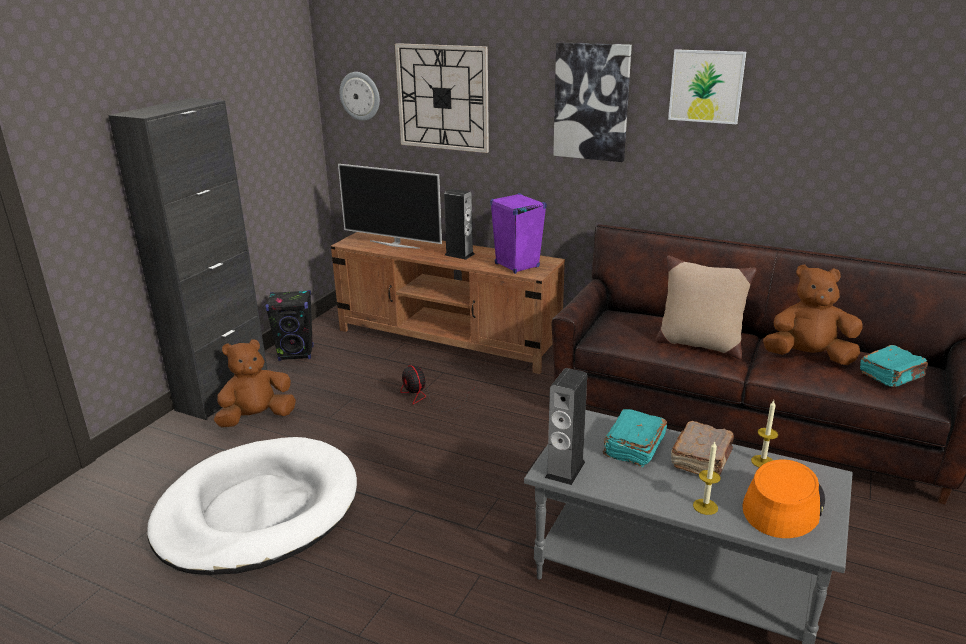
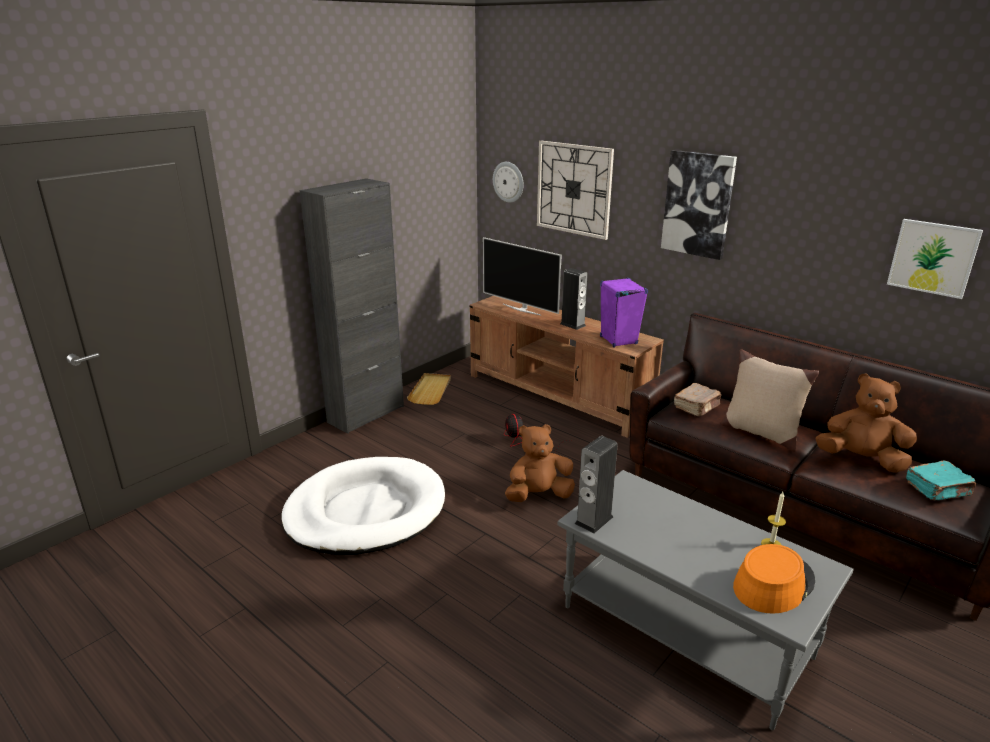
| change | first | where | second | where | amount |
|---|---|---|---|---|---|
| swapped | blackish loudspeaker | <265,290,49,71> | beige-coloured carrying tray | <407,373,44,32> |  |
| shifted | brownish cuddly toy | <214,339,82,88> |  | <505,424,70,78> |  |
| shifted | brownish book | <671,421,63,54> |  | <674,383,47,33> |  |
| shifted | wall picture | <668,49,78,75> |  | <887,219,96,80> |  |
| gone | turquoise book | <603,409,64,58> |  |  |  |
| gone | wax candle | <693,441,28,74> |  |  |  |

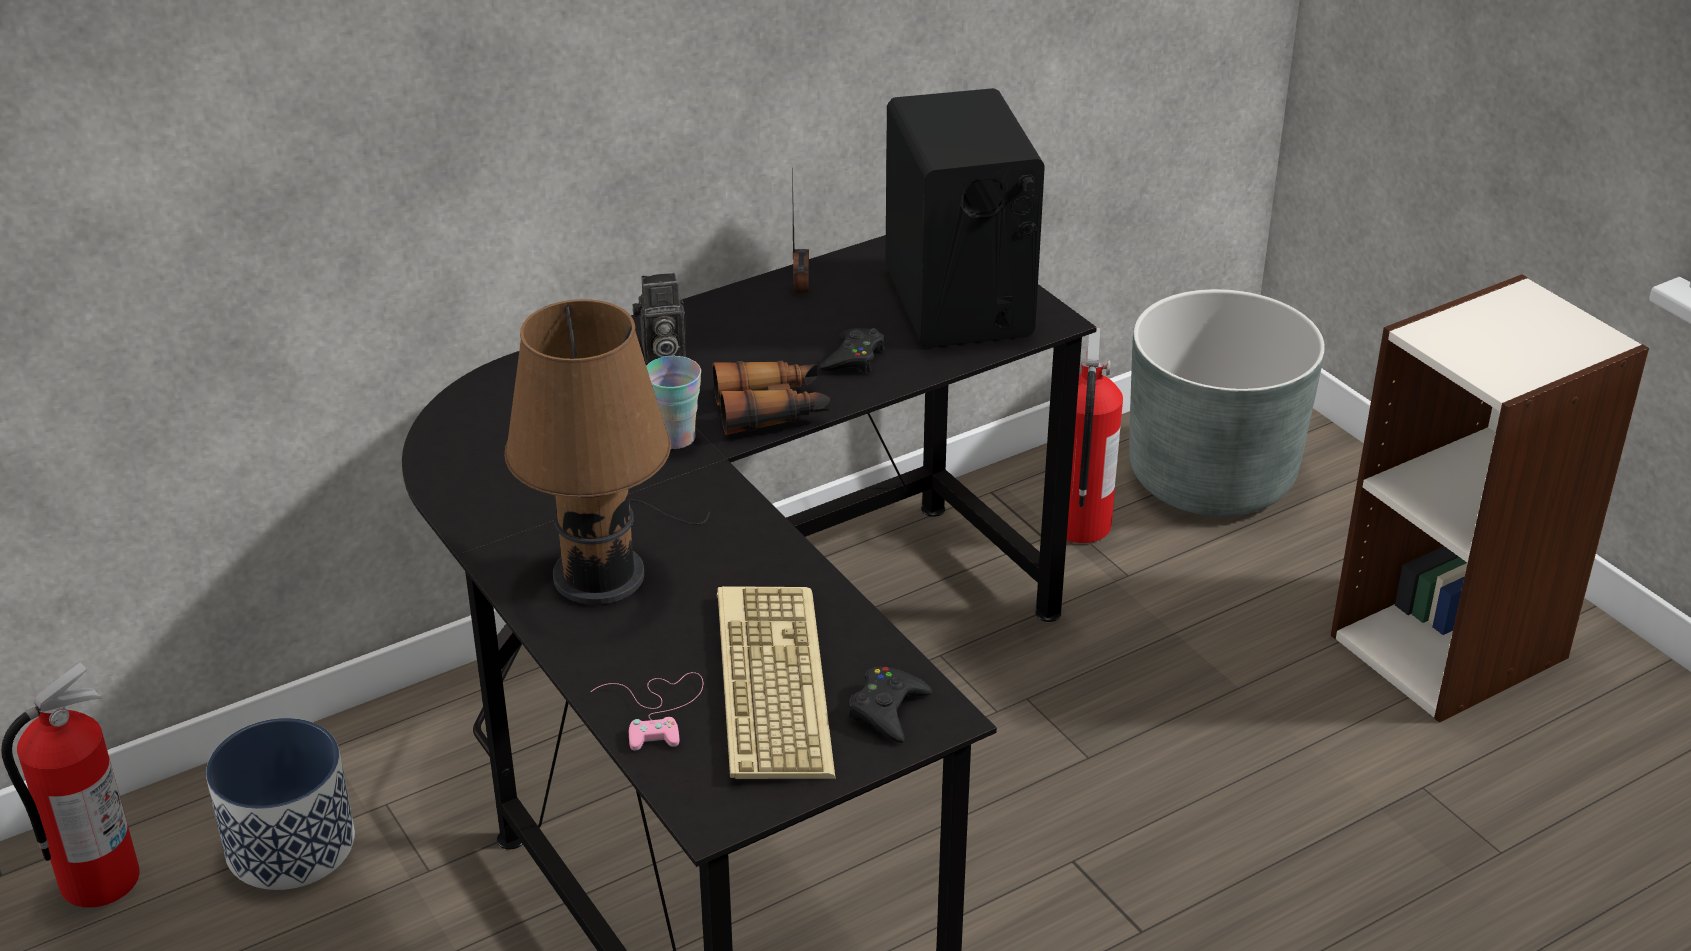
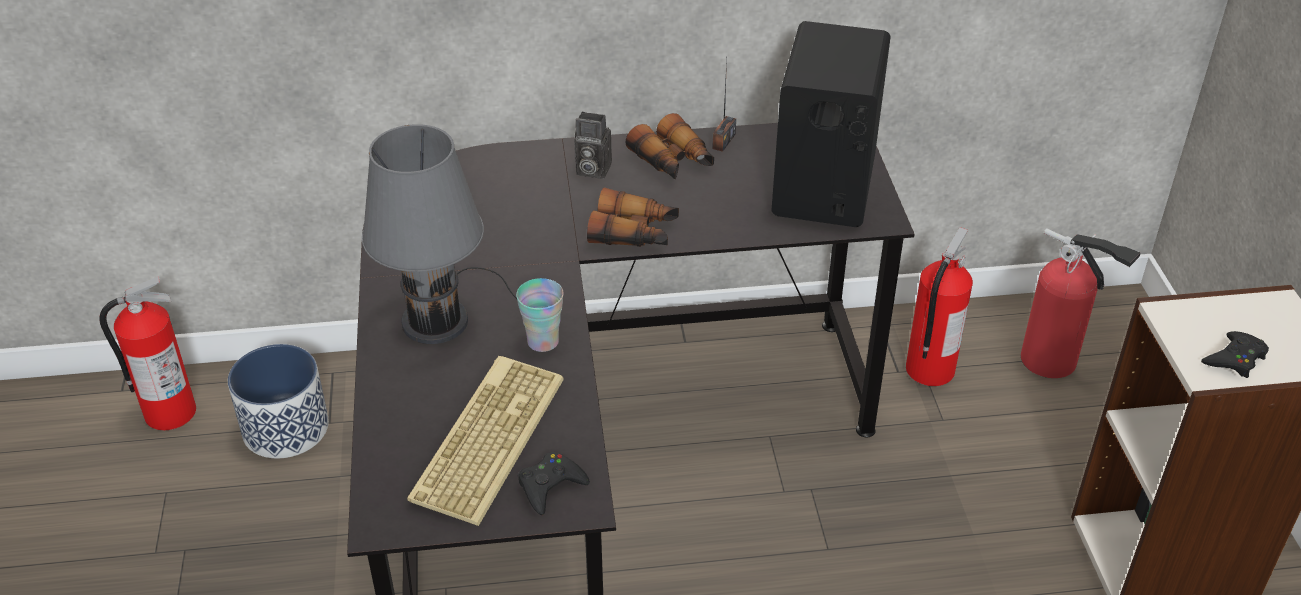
| change | first | where | second | where | amount |
|---|---|---|---|---|---|
| repainted | brownish tabletop lamp | <504,299,206,306> | gray tabletop lamp | <362,124,155,220> |  |
| shifted | small cup | <646,356,55,93> |  | <516,278,47,74> |  |
| new |  |  | binoculars | <626,113,88,67> |  |
| swapped | gray planter | <1129,289,196,227> | fire-fighting cylinder | <1021,228,120,150> |  |
| shifted | blackish joypad | <819,328,66,44> |  | <1201,331,68,47> |  |
| gone | pinkish joypad | <591,672,112,79> |  |  |  |

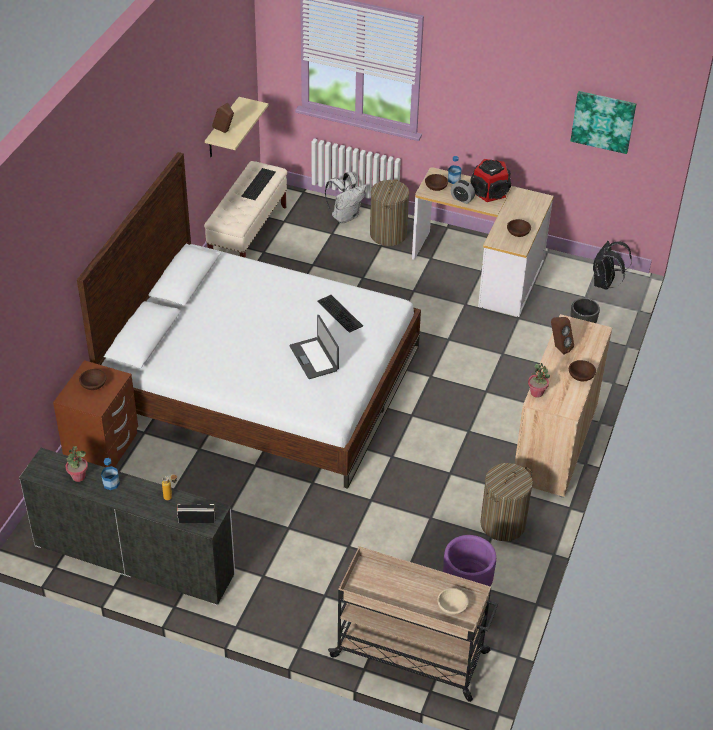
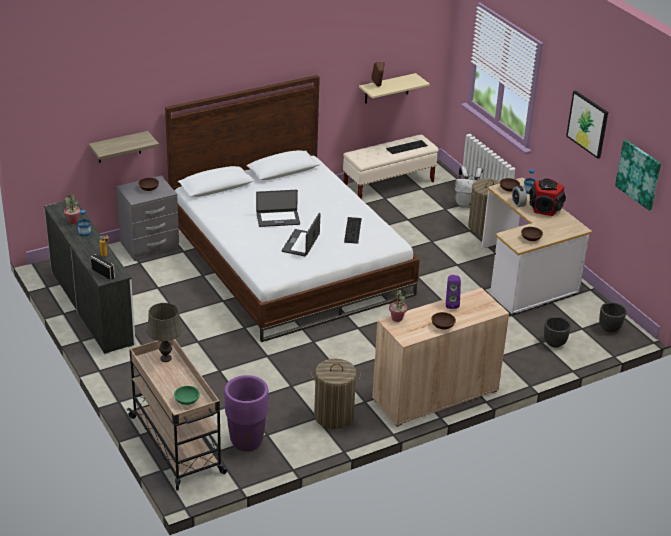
| change | first | where | second | where | amount |
|---|---|---|---|---|---|
| new |  |  | wall shelf | <89,131,70,32> |  |
| repainted | brownish nightstand | <53,360,85,107> | gray nightstand | <117,176,62,85> |  |
| new |  |  | gray tabletop lamp | <146,303,37,59> |  |
| repainted | beige-coloured serving bowl | <437,588,32,27> | greenish serving bowl | <174,386,26,19> |  |
| new |  |  | portable computer | <256,190,44,37> |  |
| repainted | brownish loudspeaker | <551,317,23,38> | purple-coloured loudspeaker | <446,275,15,34> |  |
| new |  |  | wall picture | <566,91,42,68> |  |
| swapped | blackish backpack | <593,241,39,49> | blackish planter | <599,302,27,31> |  |

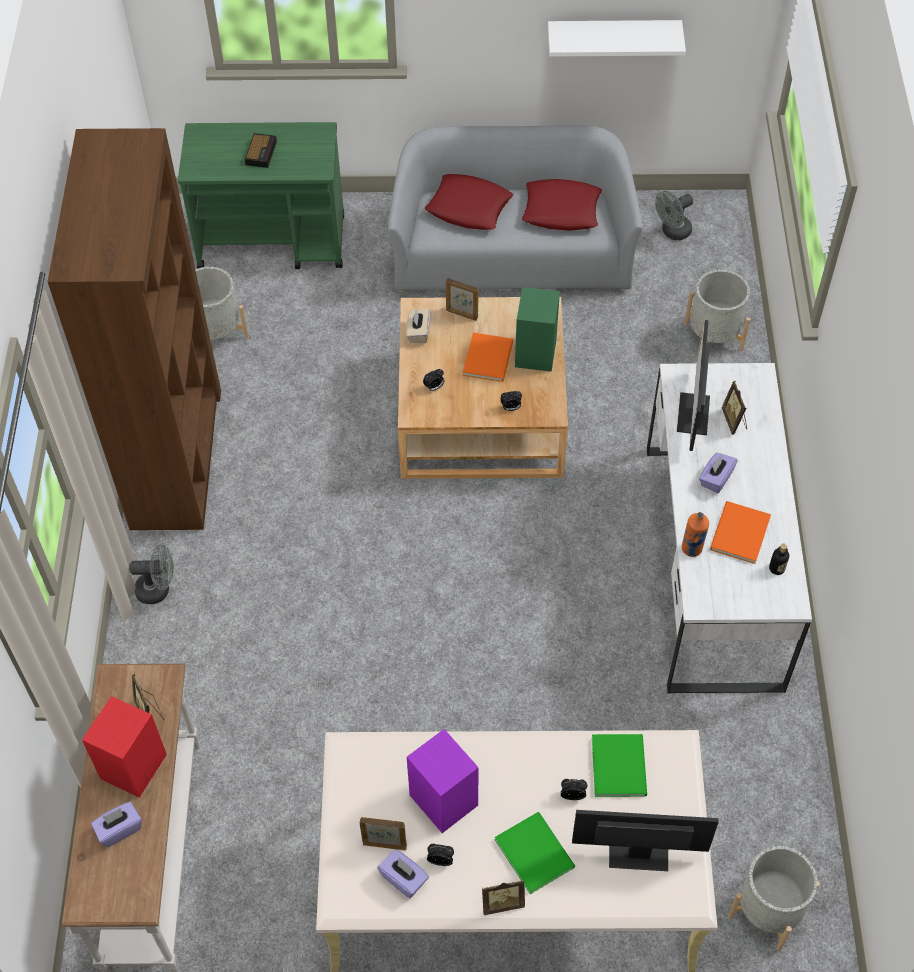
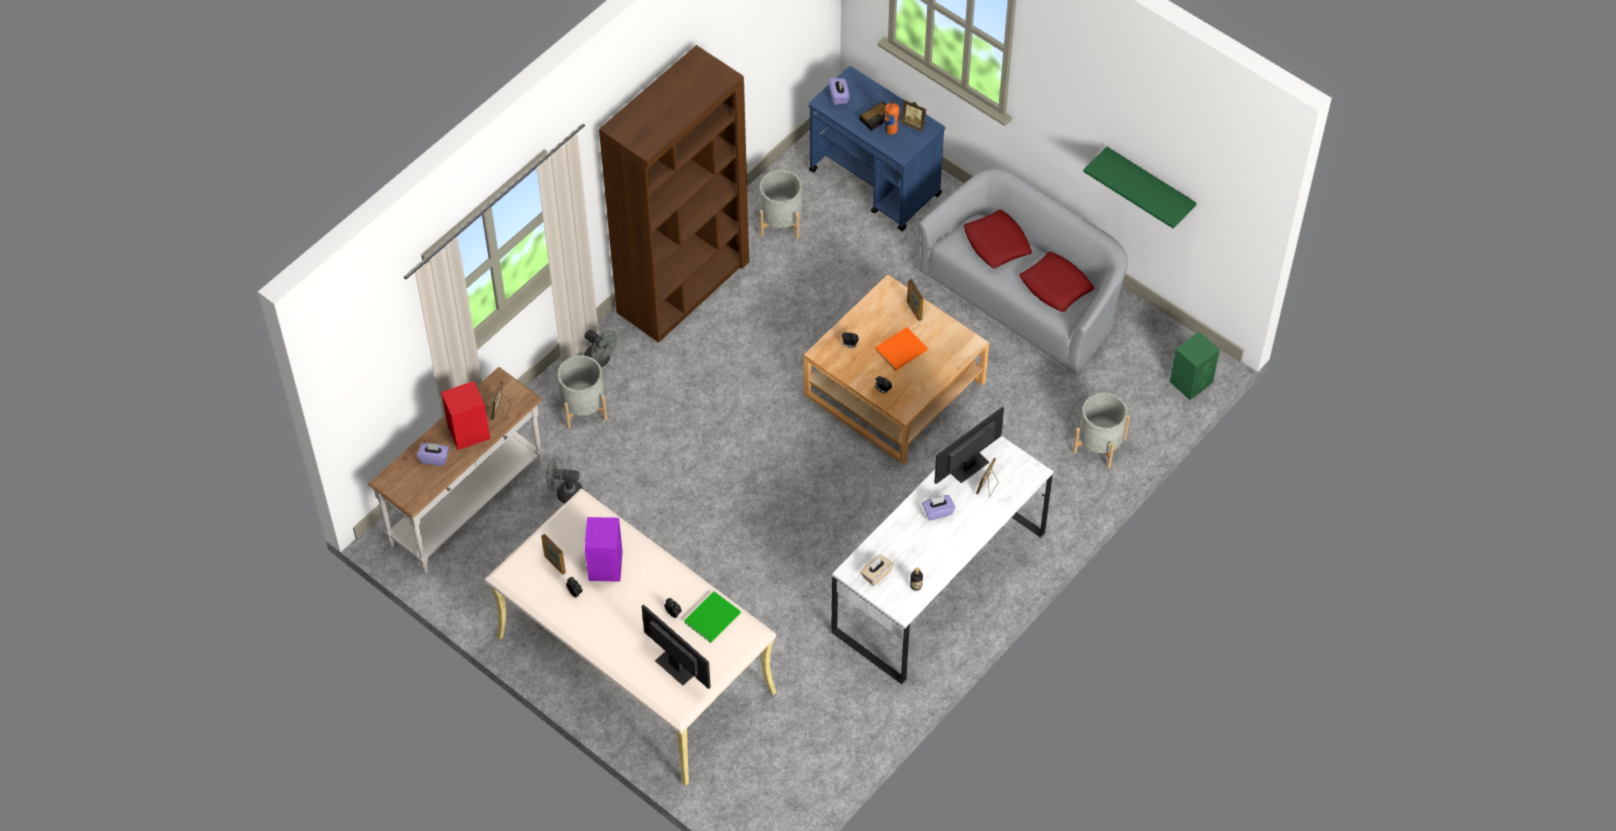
| change | first | where | second | where | amount |
|---|---|---|---|---|---|
| shifted | gray cooling fan | <655,191,38,49> |  | <546,456,37,47> |  |
| shifted | gray planter | <728,846,92,105> |  | <557,355,50,73> |  |
| repainted | greenish cart | <178,122,166,147> | bluish cart | <808,66,137,165> |  |
| shifted | purple-coloured box of tissues | <377,850,52,48> |  | <829,78,20,27> |  |
| shifted | beige-coloured box of tissues | <406,308,25,35> |  | <860,555,34,31> |  |
| shifted | orange-coloured drink bottle | <682,512,27,45> |  | <884,101,15,34> |  |
| shifted | standing frame | <482,881,43,34> |  | <901,99,25,33> |  |
| repainted | whitish wall shelf | <548,20,138,37> | greenish wall shelf | <1083,147,113,81> |  |
| shifted | greenish loudspeaker | <515,287,45,85> |  | <1170,332,50,68> |  |
| gone | greenish book | <495,812,80,82> |  |  |  |
| gone | orange-coloured book | <710,501,61,63> |  |  |  |

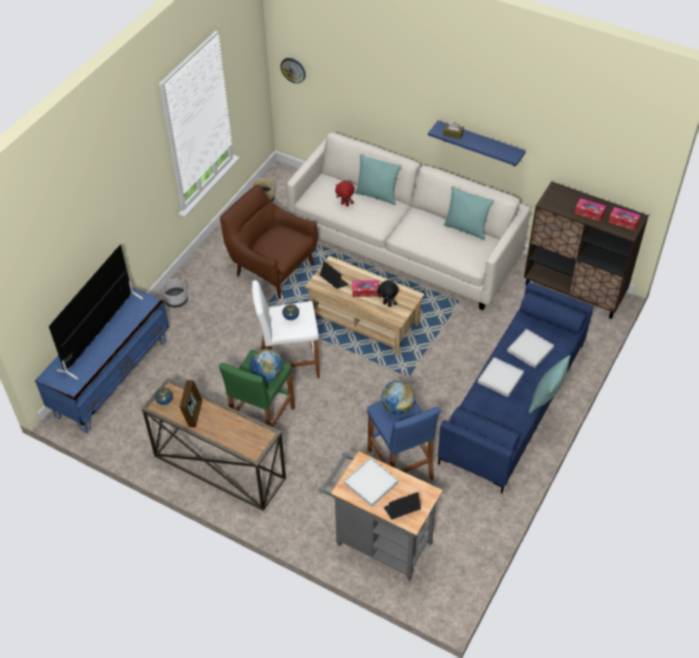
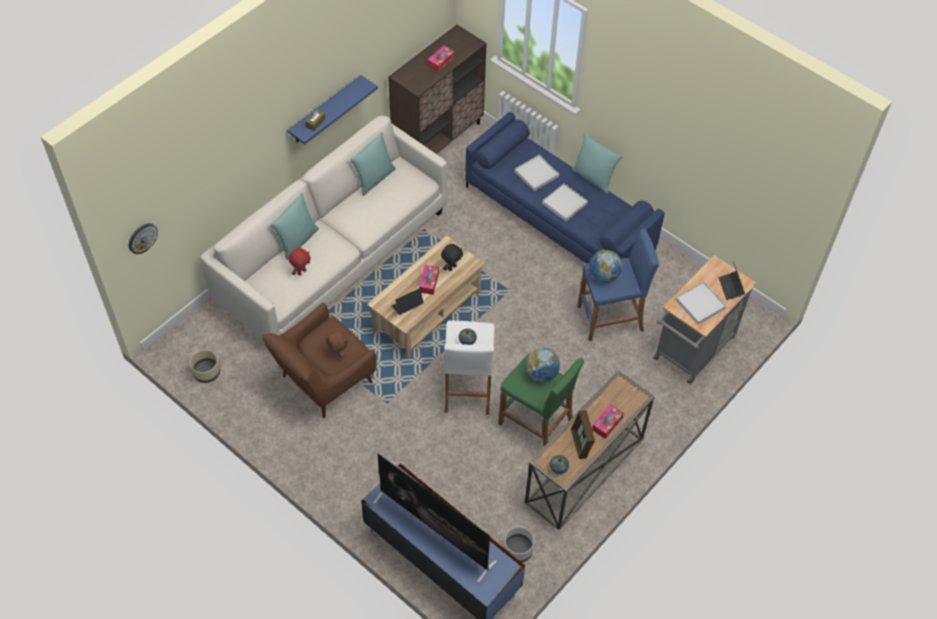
| change | first | where | second | where | amount |
|---|---|---|---|---|---|
| new |  |  | brownish cuddly toy | <326,328,22,31> |  |
| shifted | gray planter | <162,279,26,29> |  | <504,527,30,35> |  |
| rotated | standing frame | <180,380,22,47> |  | <571,410,24,49> | 120 degrees counterclockwise |
| shifted | box of tissues | <609,207,31,24> |  | <592,404,32,35> |  |

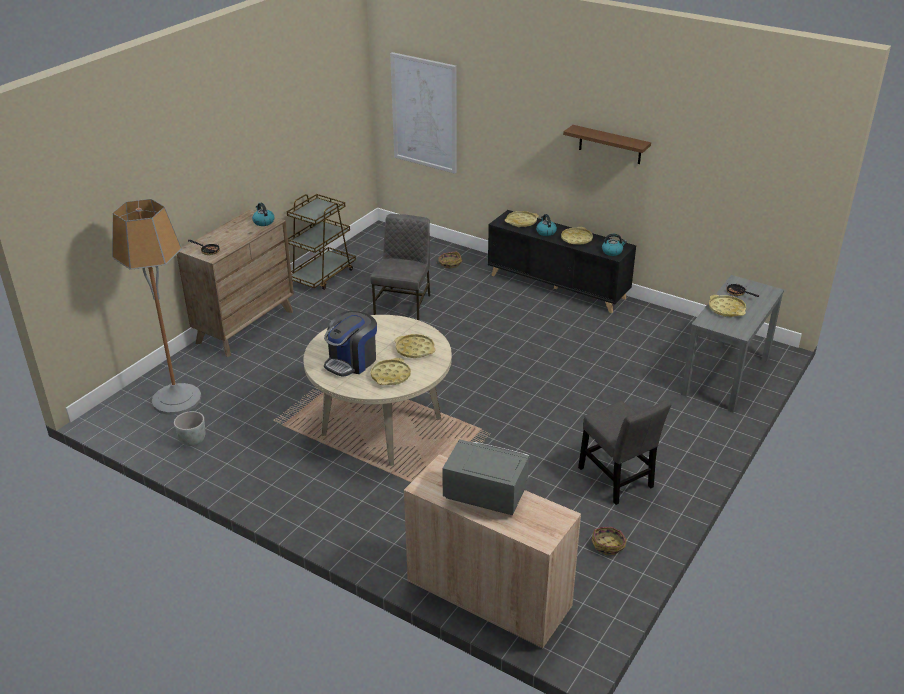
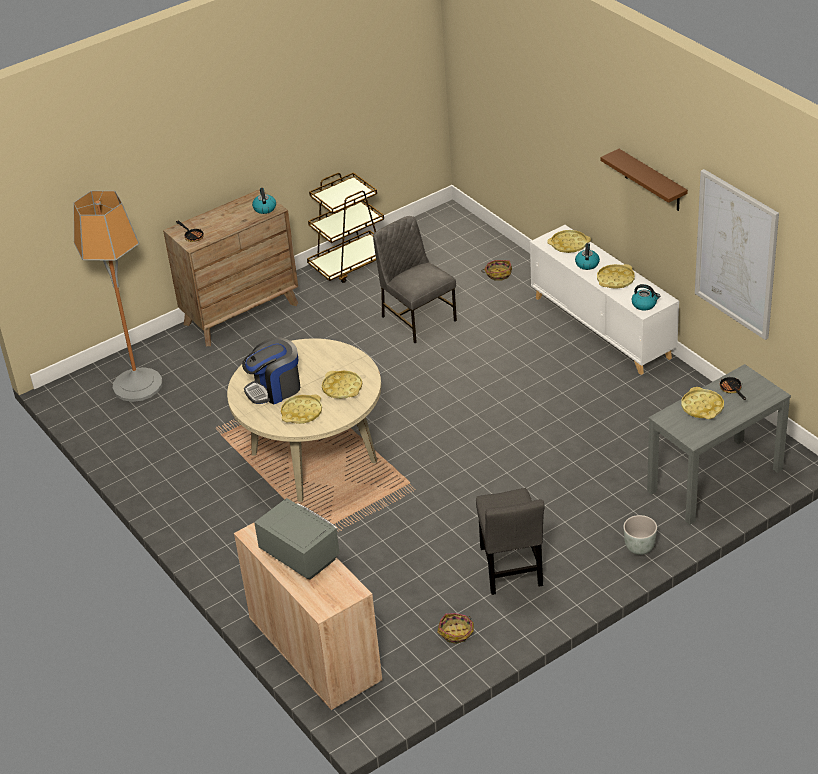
| change | first | where | second | where | amount |
|---|---|---|---|---|---|
| rotated | gray upright chair | <370,214,60,106> |  | <373,216,84,127> | 75 degrees counterclockwise |
| repainted | blackish storage cabinet | <488,210,148,103> | whitish storage cabinet | <530,225,149,150> |  |
| shifted | gray planter | <174,411,31,35> |  | <623,515,34,40> |  |
| shifted | wall picture | <390,52,67,122> |  | <695,169,84,171> |  |

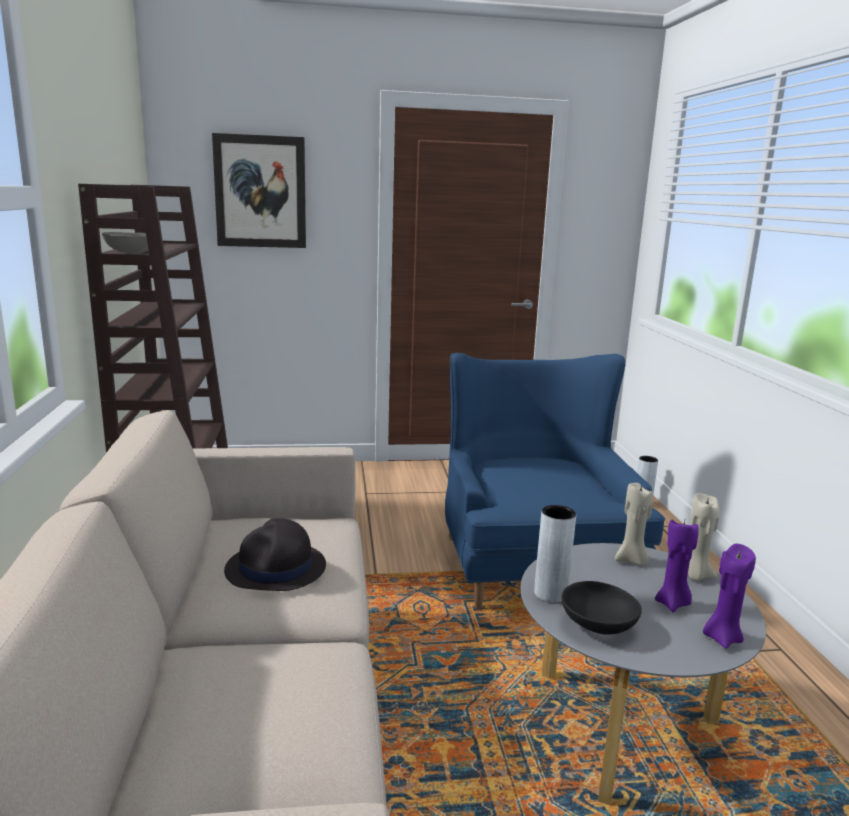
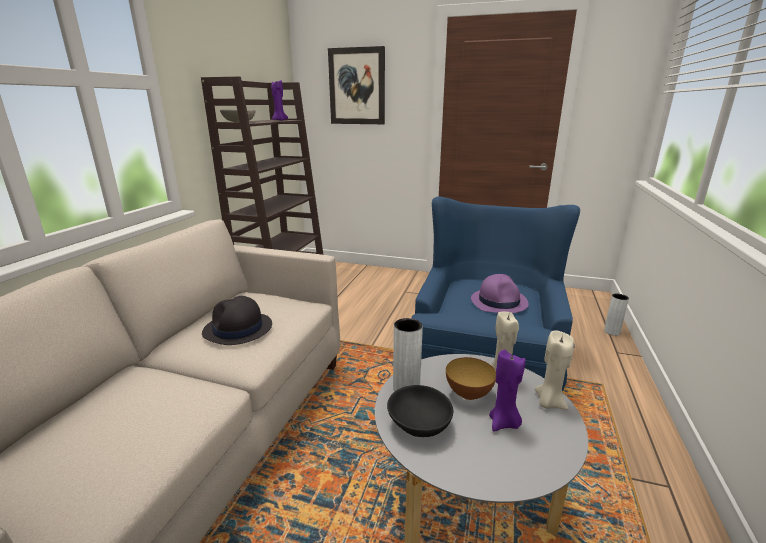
| change | first | where | second | where | amount |
|---|---|---|---|---|---|
| shifted | purple-coloured wax candle | <703,544,53,105> |  | <271,80,17,41> |  |
| new |  |  | serving bowl | <446,357,50,43> |  |
| new |  |  | purple-coloured clothing hat | <471,274,58,39> |  |

